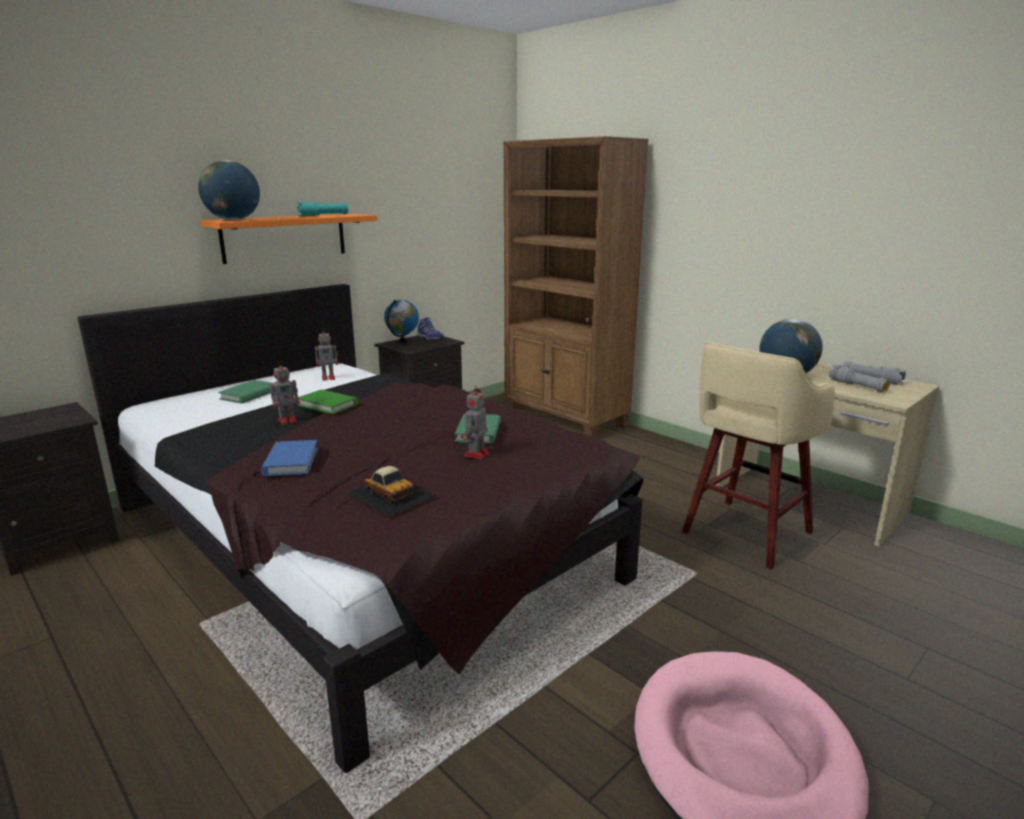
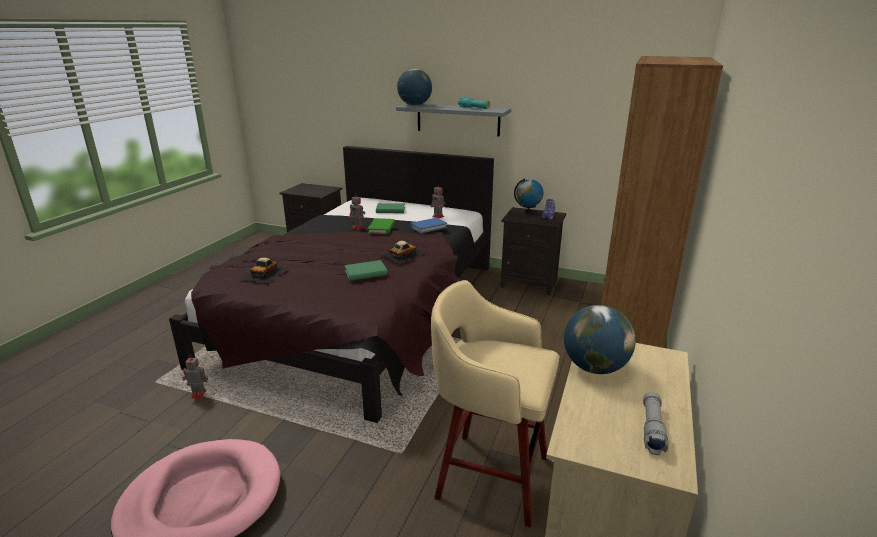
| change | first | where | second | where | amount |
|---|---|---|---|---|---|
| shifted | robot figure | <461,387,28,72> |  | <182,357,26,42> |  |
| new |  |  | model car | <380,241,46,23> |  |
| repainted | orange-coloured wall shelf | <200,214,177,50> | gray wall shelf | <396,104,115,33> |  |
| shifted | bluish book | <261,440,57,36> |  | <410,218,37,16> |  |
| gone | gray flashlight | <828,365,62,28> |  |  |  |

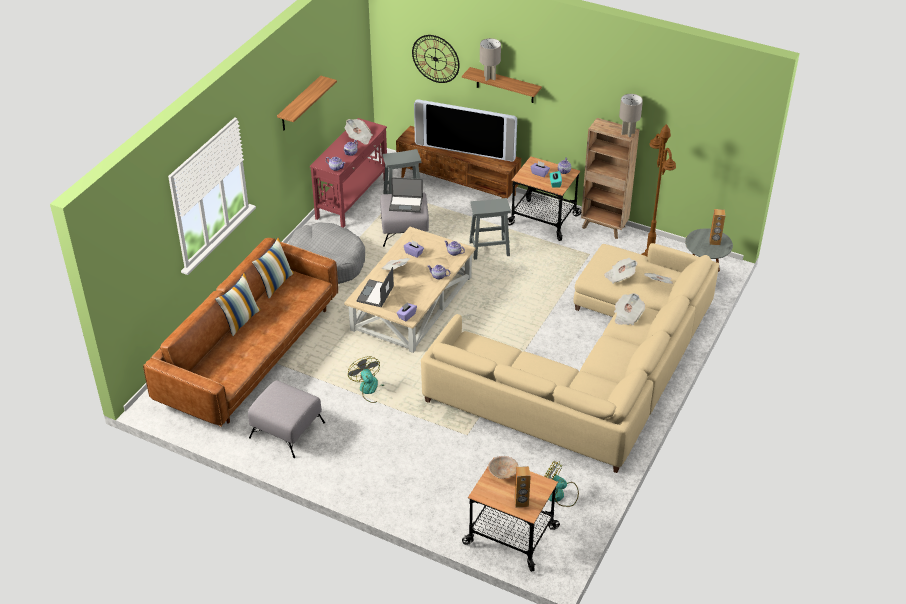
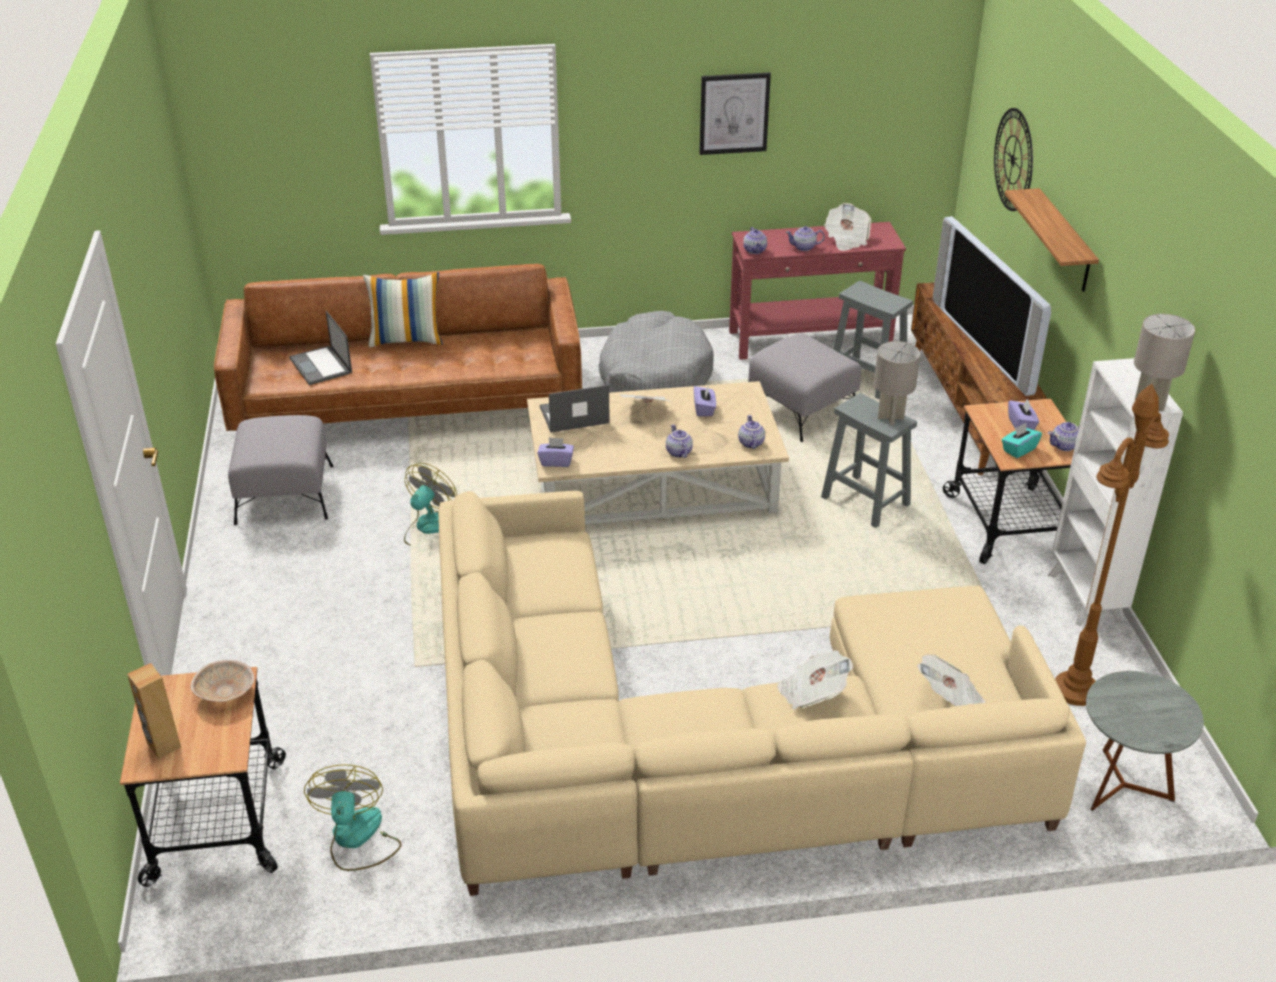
| change | first | where | second | where | amount |
|---|---|---|---|---|---|
| shifted | portable computer | <389,177,34,36> |  | <289,311,63,74> |  |
| swapped | wall shelf | <277,76,60,54> | wall picture | <700,72,71,83> |  |
| shifted | gray tabletop lamp | <480,38,21,43> |  | <874,341,46,84> |  |
| repainted | brownish bookcase | <581,118,59,121> | whitish bookcase | <1048,358,135,268> |  |
| gone | throw pillow | <252,237,42,61> |  |  |  |
| gone | newspaper | <604,258,34,26> |  |  |  |
| gone | brownish loudspeaker | <709,209,17,36> |  |  |  |

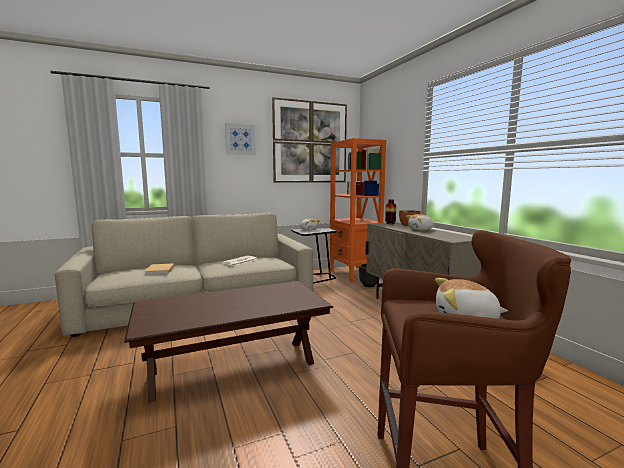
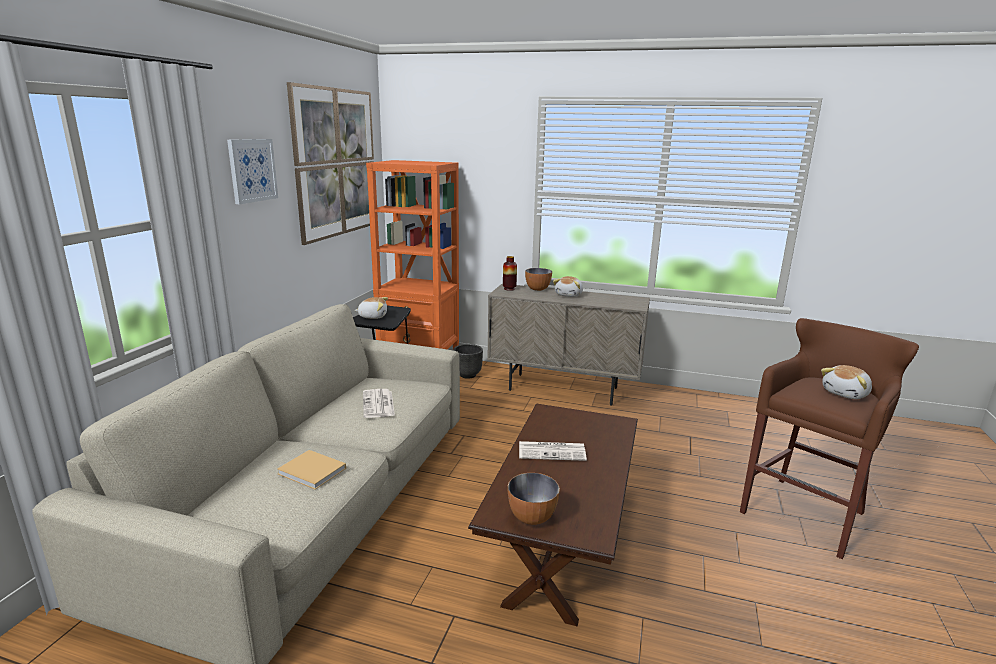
| change | first | where | second | where | amount |
|---|---|---|---|---|---|
| new |  |  | serving bowl | <508,473,52,52> |  |
| new |  |  | newspaper | <519,441,68,20> |  |

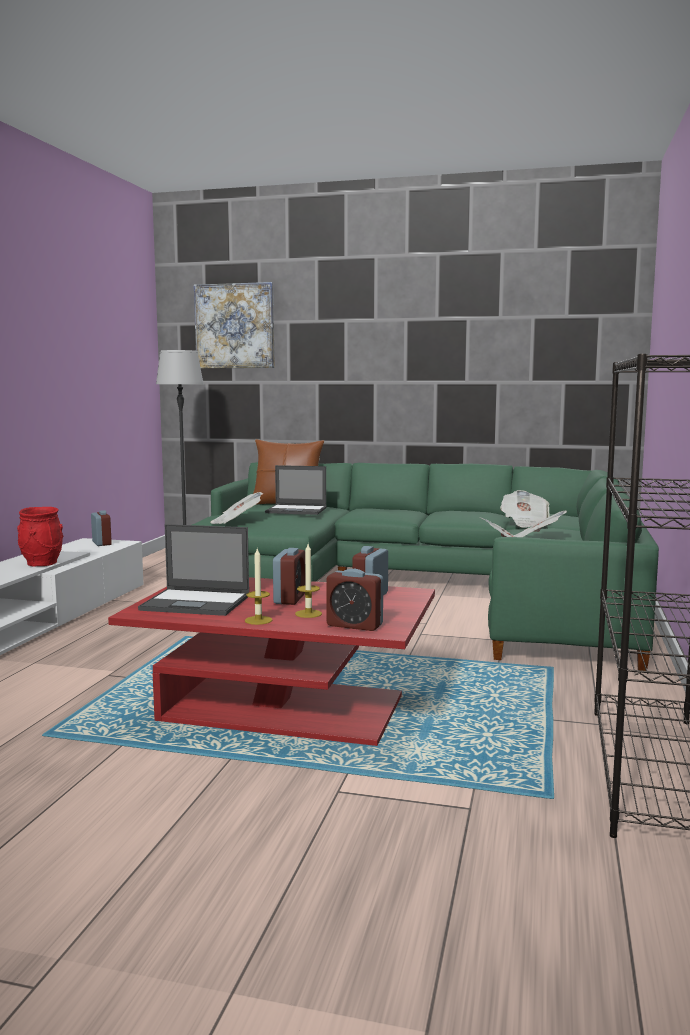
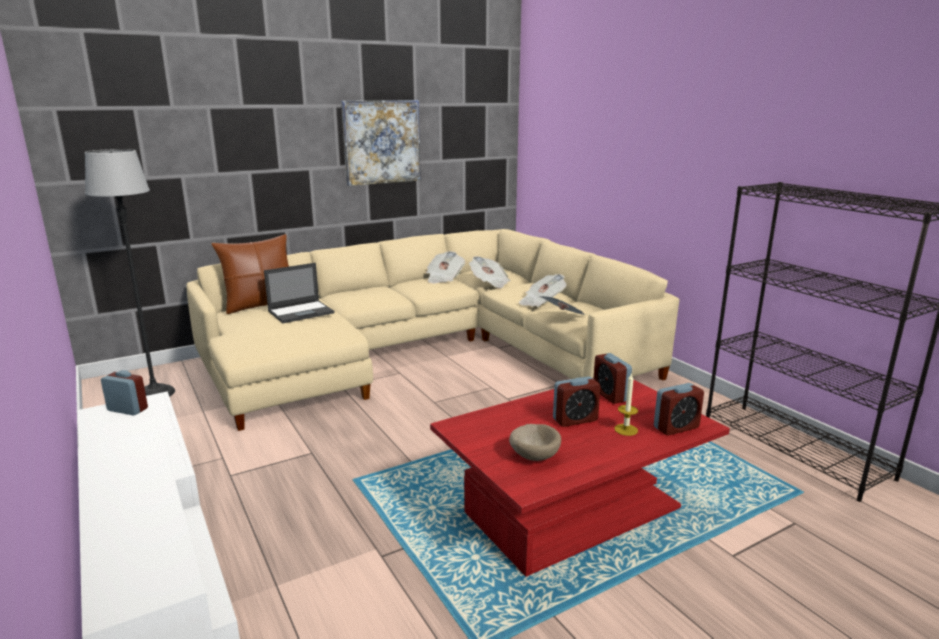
| change | first | where | second | where | amount |
|---|---|---|---|---|---|
| repainted | greenish couch | <192,462,467,209> | beige-coloured couch | <187,229,493,202> |  |
| shifted | wall picture | <194,282,81,86> |  | <341,100,80,86> |  |
| shifted | newspaper | <210,492,53,32> |  | <426,251,39,32> |  |
| swapped | portable computer | <138,524,111,92> | beige-coloured serving bowl | <509,424,52,37> |  |
| rotated | bedside clock | <273,548,33,57> |  | <553,376,48,51> | 105 degrees clockwise |
| gone | red-coloured flower vase | <17,507,46,60> |  |  |  |
| gone | wax candle | <245,547,28,78> |  |  |  |

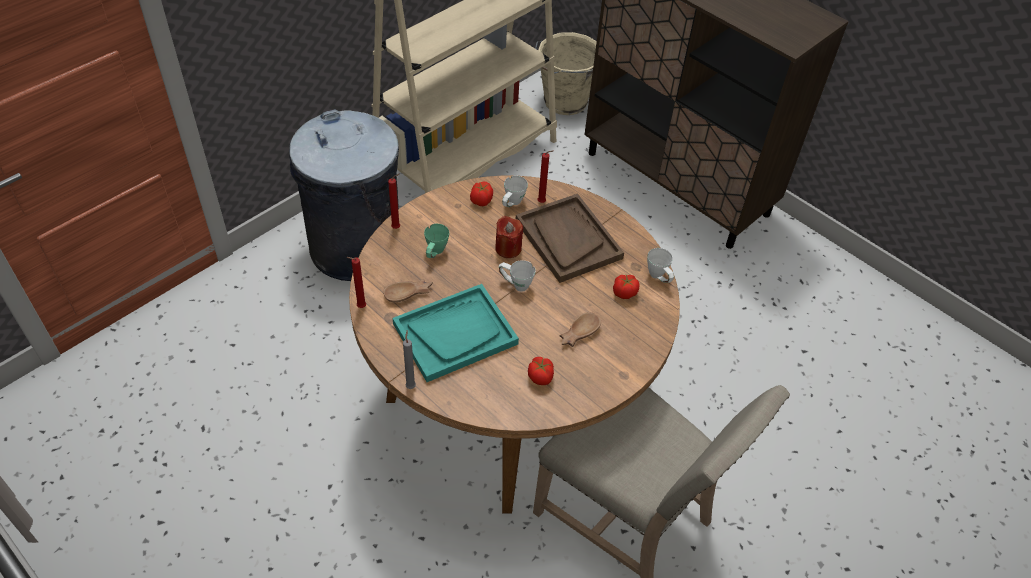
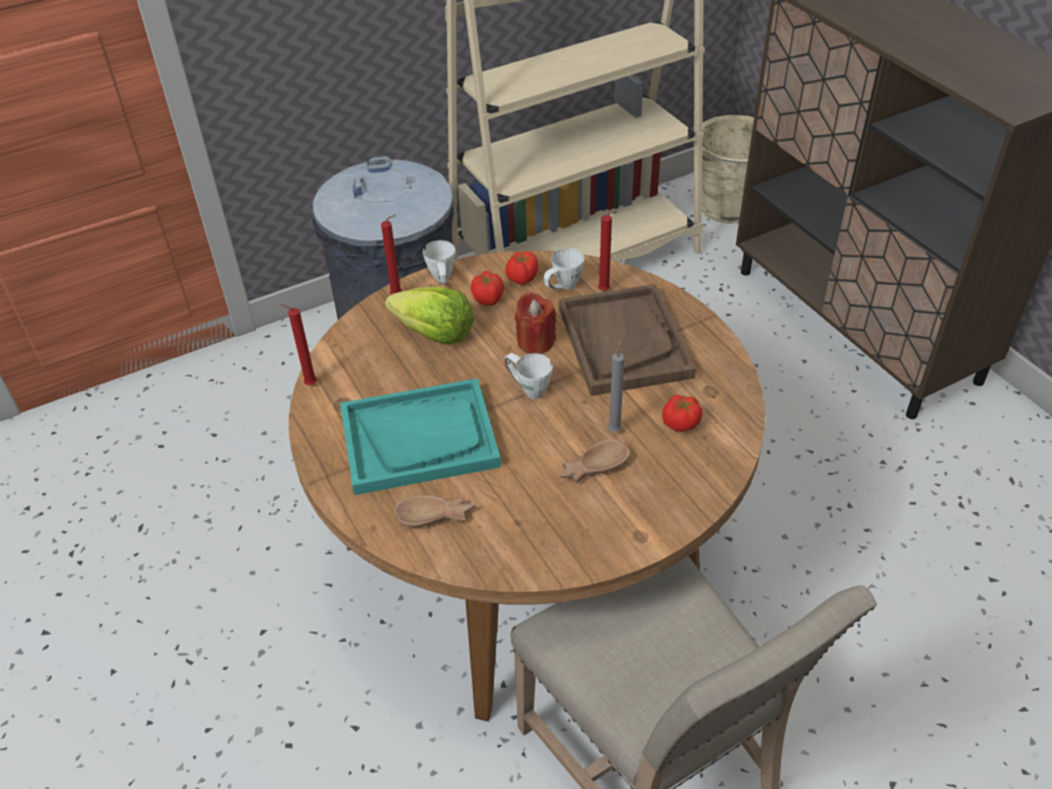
| change | first | where | second | where | amount |
|---|---|---|---|---|---|
| swapped | greenish mug | <424,224,25,34> | lettuce | <385,287,89,58> |  |
| shifted | brownish serving bowl | <383,279,50,23> |  | <394,495,81,32> |  |
| shifted | whitish mug | <647,248,27,35> |  | <423,240,32,44> |  |
| shifted | tomato | <528,357,26,28> |  | <471,271,33,34> |  |
| shifted | gray wax candle | <403,330,13,59> |  | <608,339,16,93> |  |

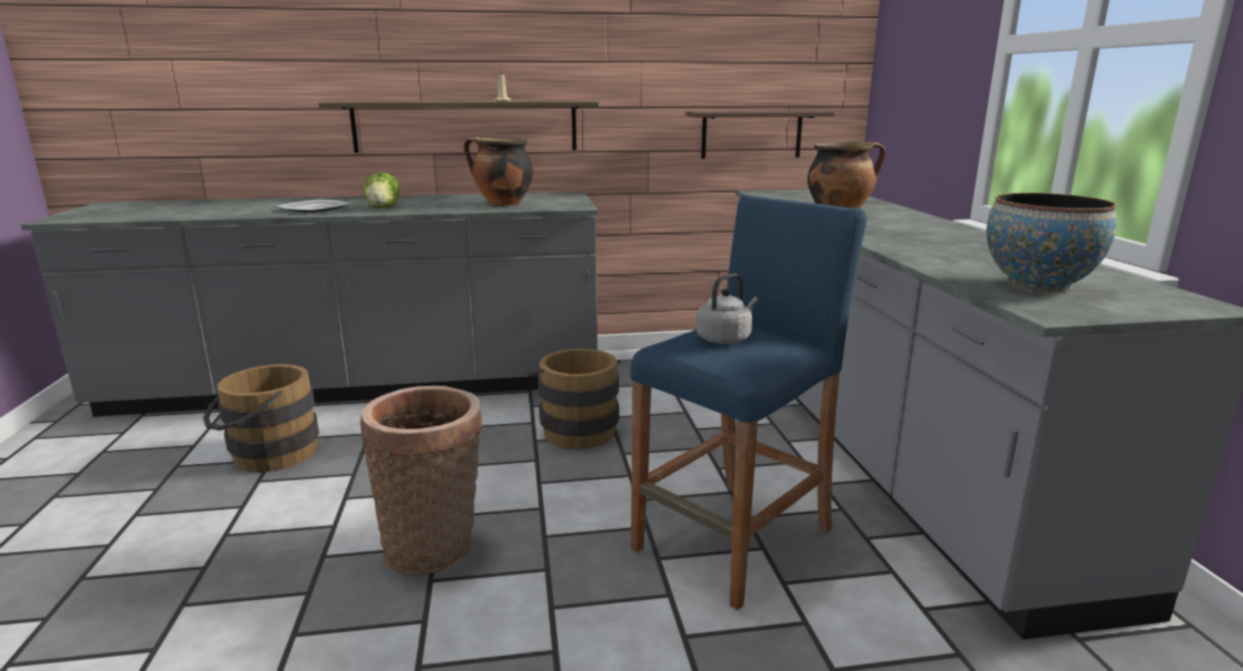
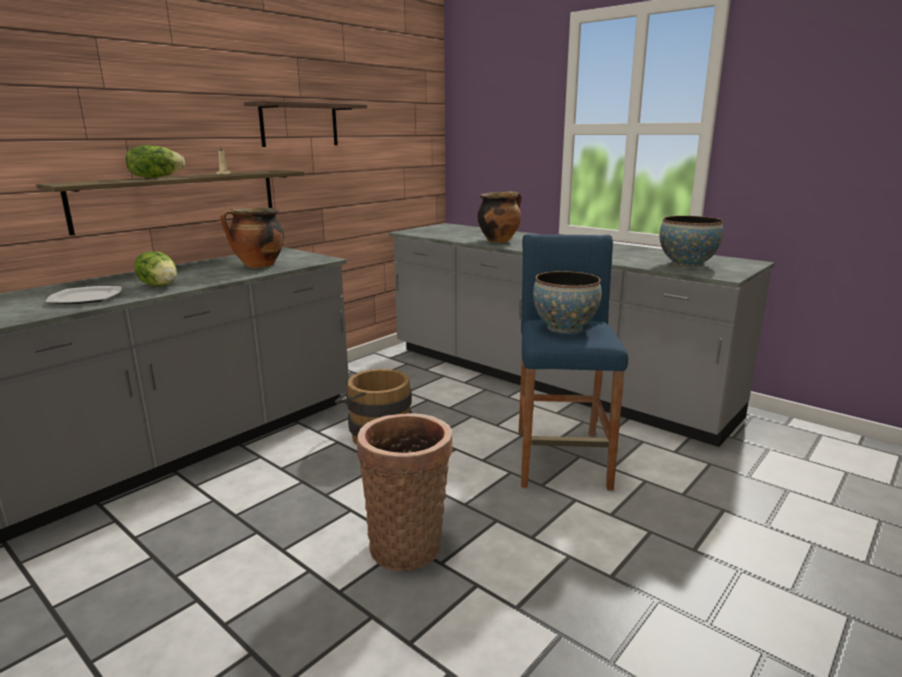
| change | first | where | second | where | amount |
|---|---|---|---|---|---|
| new |  |  | lettuce | <126,145,59,33> |  |
| shifted | wall shelf | <686,111,149,48> |  | <243,101,124,46> |  |
| swapped | gray tea kettle | <696,274,62,70> | serving bowl | <533,271,69,62> |  |
| gone | brownish bucket | <203,364,116,108> |  |  |  |

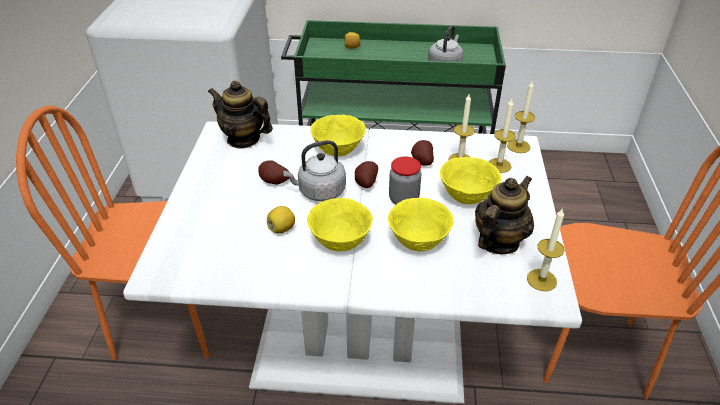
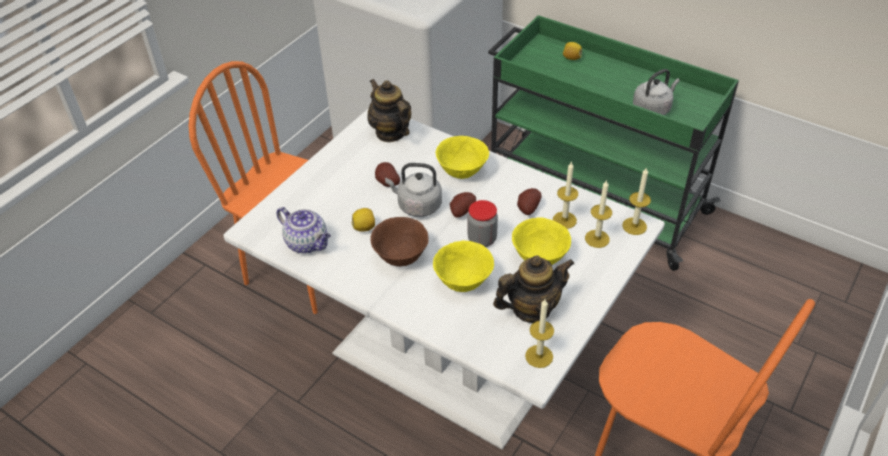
| change | first | where | second | where | amount |
|---|---|---|---|---|---|
| new |  |  | pot for tea | <276,207,55,47> |  |
| repainted | yellowish serving bowl | <307,198,66,53> | brownish serving bowl | <370,217,59,49> |  |

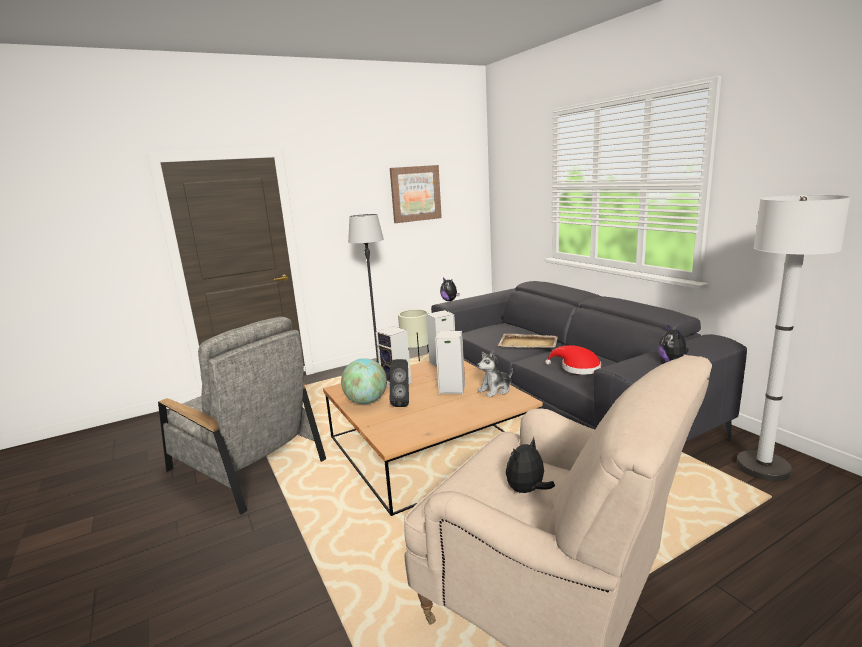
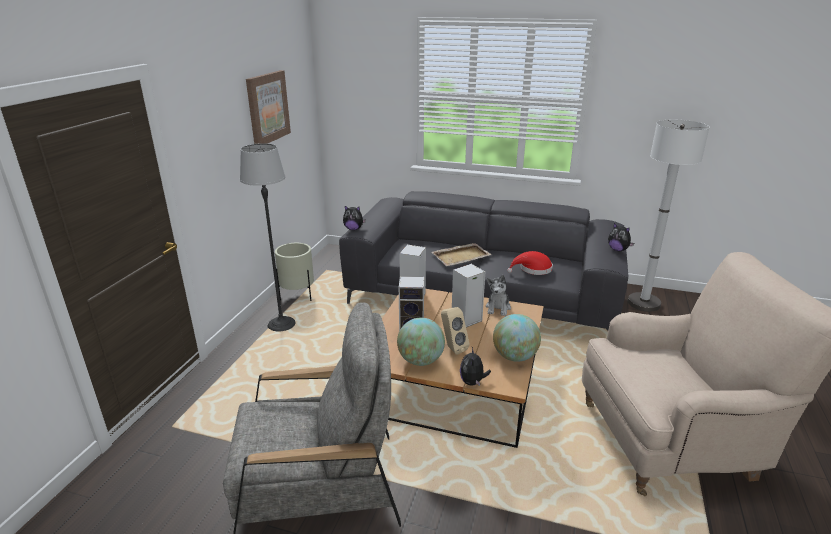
| change | first | where | second | where | amount |
|---|---|---|---|---|---|
| repainted | blackish loudspeaker | <390,359,19,48> | beige-coloured loudspeaker | <441,307,29,48> |  |
| shifted | cuddly toy | <506,437,49,56> |  | <460,347,31,39> |  |
| new |  |  | world globe | <493,314,48,48> |  |

